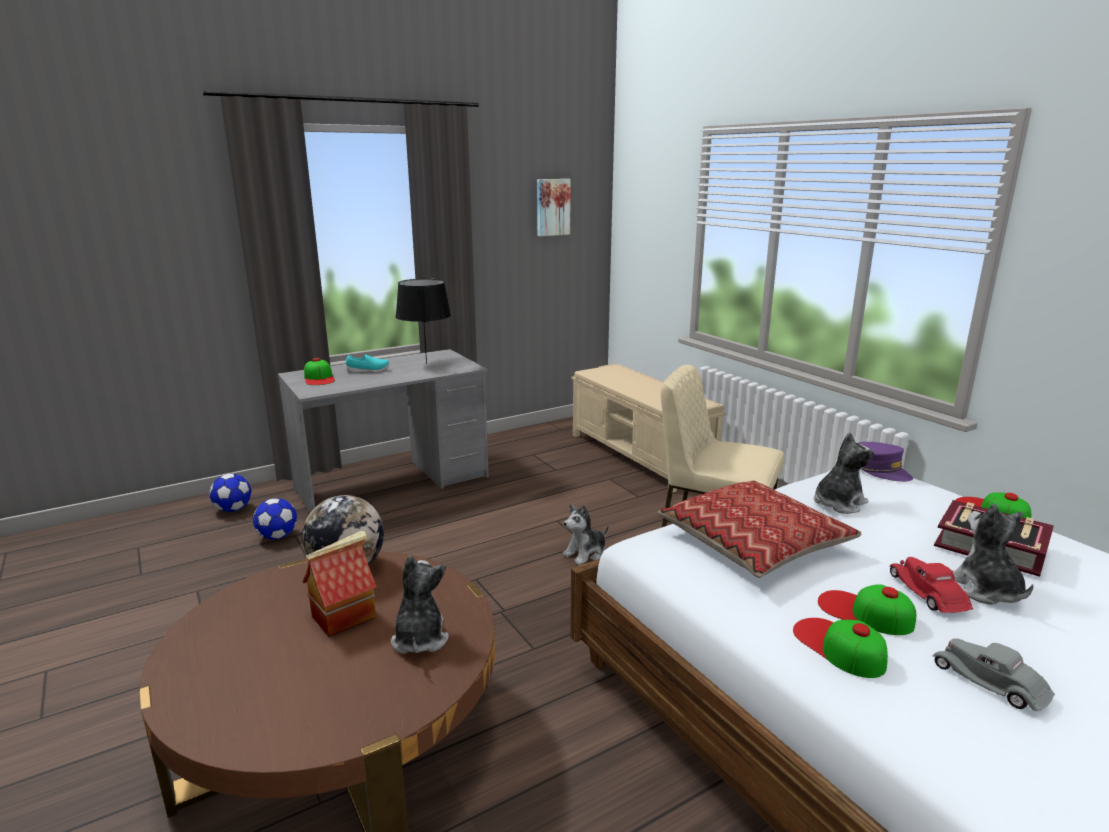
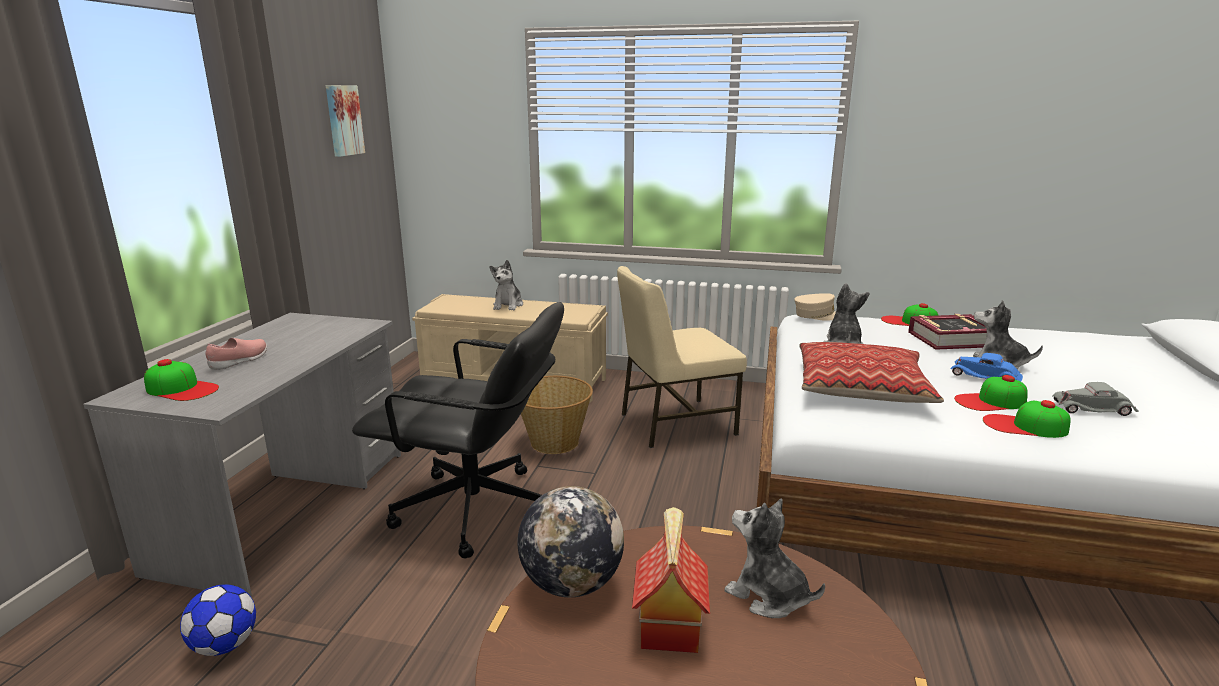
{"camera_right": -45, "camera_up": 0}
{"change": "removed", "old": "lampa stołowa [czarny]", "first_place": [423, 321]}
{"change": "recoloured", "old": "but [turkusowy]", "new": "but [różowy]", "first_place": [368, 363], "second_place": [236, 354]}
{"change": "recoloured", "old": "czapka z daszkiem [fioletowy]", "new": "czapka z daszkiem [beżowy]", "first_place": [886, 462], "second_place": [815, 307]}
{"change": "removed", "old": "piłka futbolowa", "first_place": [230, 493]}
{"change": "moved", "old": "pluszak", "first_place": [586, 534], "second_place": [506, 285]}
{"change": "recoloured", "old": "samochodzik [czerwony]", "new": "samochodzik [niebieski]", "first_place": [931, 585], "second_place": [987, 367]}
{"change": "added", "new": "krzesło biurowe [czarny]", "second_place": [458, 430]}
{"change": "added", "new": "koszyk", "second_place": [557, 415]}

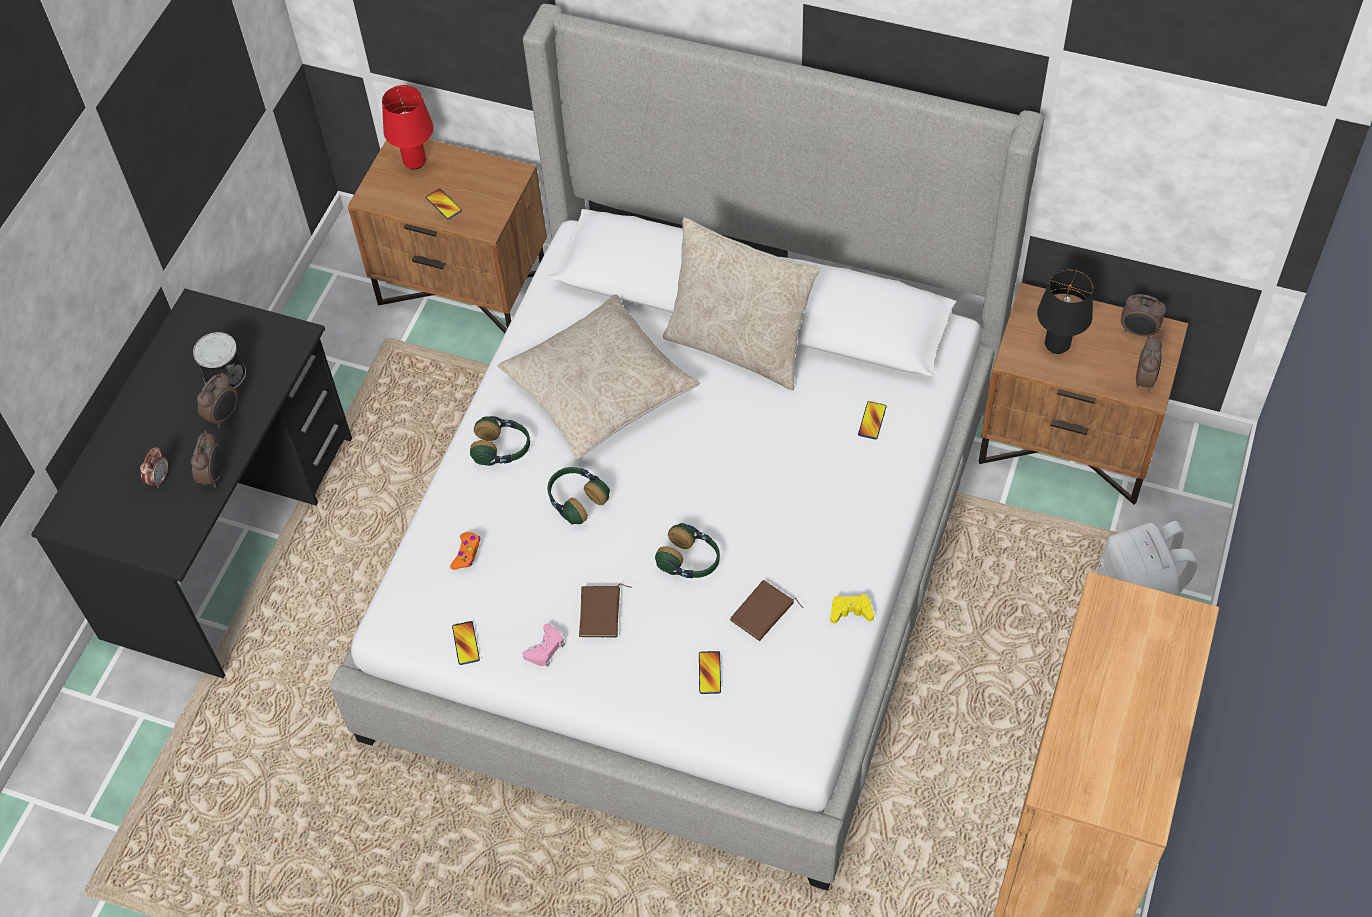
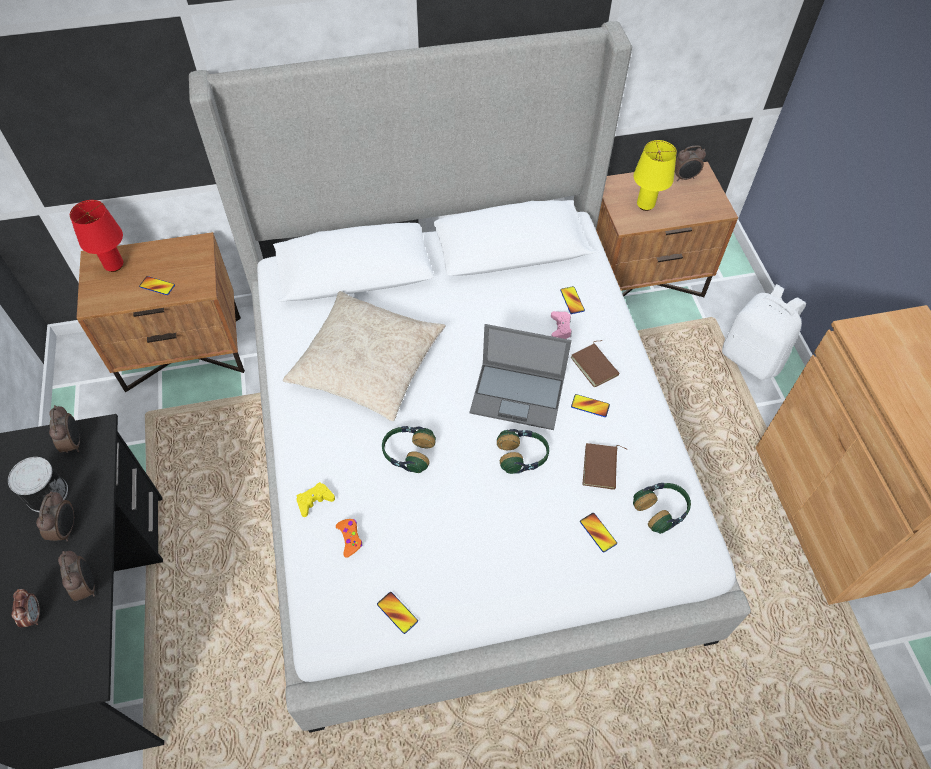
{"camera_right": -35, "camera_up": 0}
{"change": "removed", "old": "poduszka [beżowy]", "first_place": [741, 304]}
{"change": "recoloured", "old": "lampa stołowa [czarny]", "new": "lampa stołowa [żółty]", "first_place": [1065, 311], "second_place": [655, 175]}
{"change": "moved", "old": "budzik", "first_place": [1149, 364], "second_place": [64, 429]}
{"change": "moved", "old": "słuchawki", "first_place": [500, 441], "second_place": [662, 508]}
{"change": "moved", "old": "książka [brązowy]", "first_place": [605, 611], "second_place": [595, 363]}
{"change": "moved", "old": "pad do gier [żółty]", "first_place": [852, 608], "second_place": [315, 499]}
{"change": "moved", "old": "pad do gier [różowy]", "first_place": [543, 645], "second_place": [561, 325]}
{"change": "added", "new": "laptop", "second_place": [521, 377]}
{"change": "added", "new": "telefon", "second_place": [590, 405]}

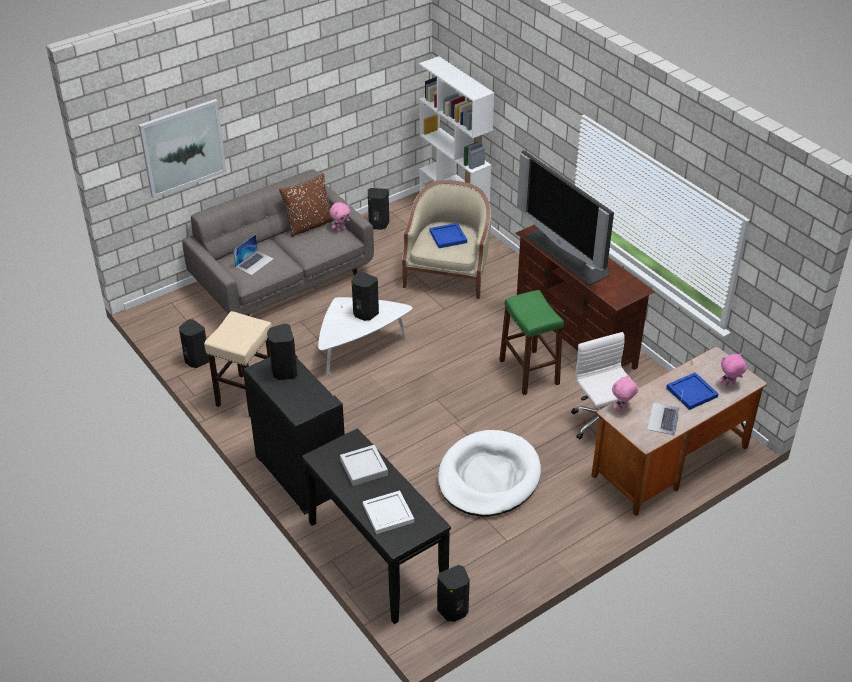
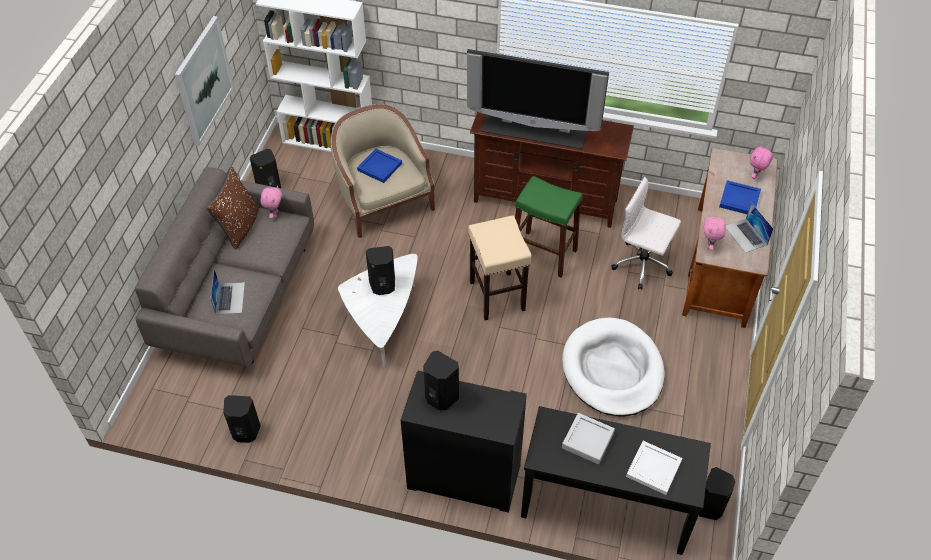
{"camera_right": -40, "camera_up": 10}
{"change": "moved", "old": "obraz", "first_place": [183, 149], "second_place": [204, 81]}
{"change": "moved", "old": "stołek [beżowy]", "first_place": [238, 364], "second_place": [500, 268]}

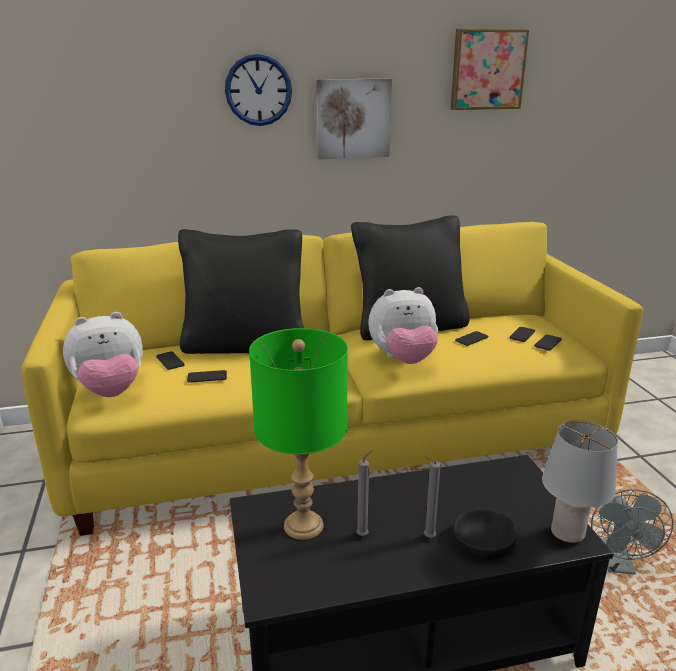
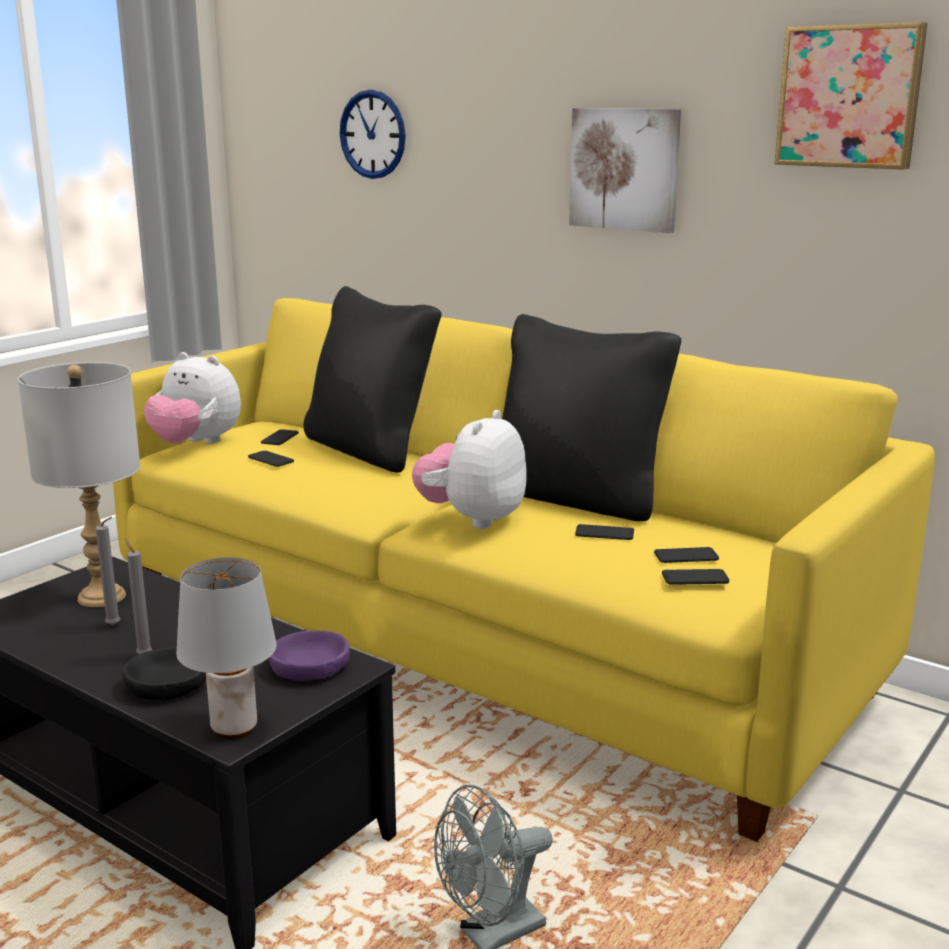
{"camera_right": 50, "camera_up": -5}
{"change": "moved", "old": "zegar ścienny", "first_place": [258, 90], "second_place": [373, 134]}
{"change": "turned", "old": "pluszak", "first_place": [403, 325], "second_place": [469, 469], "degrees": 75}
{"change": "recoloured", "old": "lampa stołowa [zielony]", "new": "lampa stołowa [szary]", "first_place": [298, 434], "second_place": [79, 484]}
{"change": "added", "new": "miska [fioletowy]", "second_place": [309, 655]}

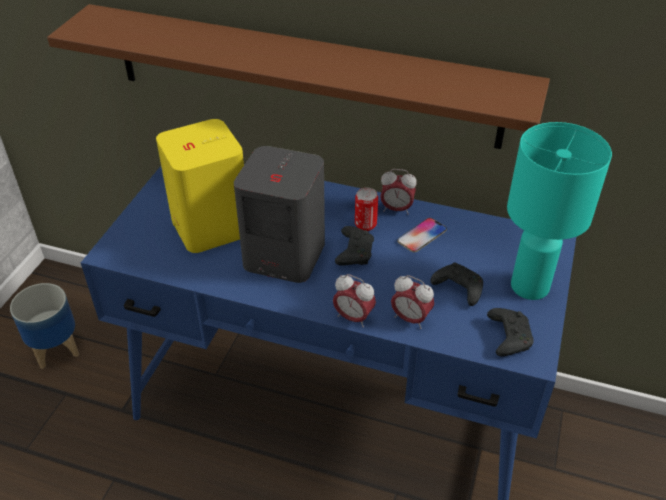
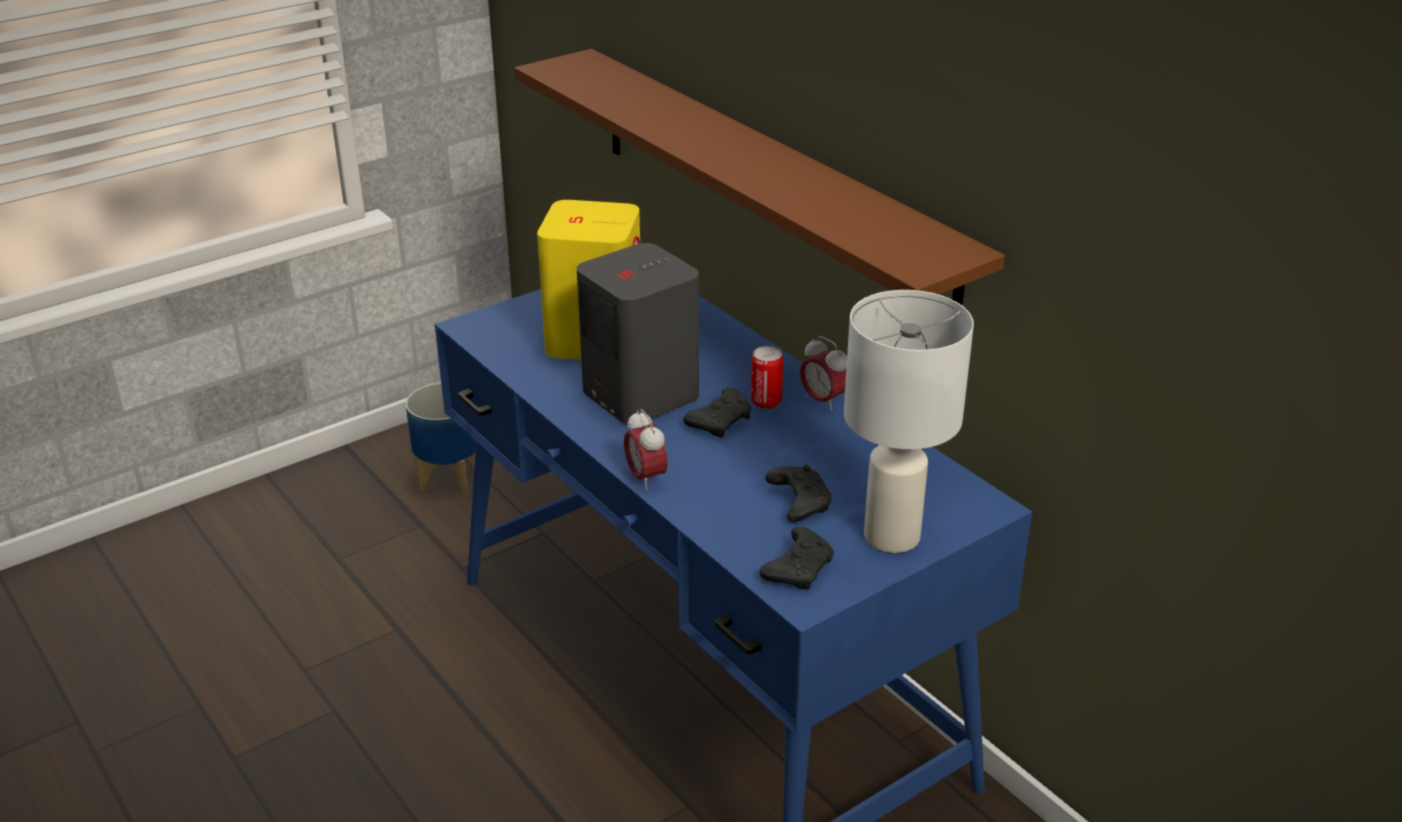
{"camera_right": 35, "camera_up": -10}
{"change": "recoloured", "old": "lampa stołowa [turkusowy]", "new": "lampa stołowa [biały]", "first_place": [559, 211], "second_place": [909, 421]}
{"change": "removed", "old": "telefon", "first_place": [422, 235]}
{"change": "removed", "old": "budzik", "first_place": [412, 302]}

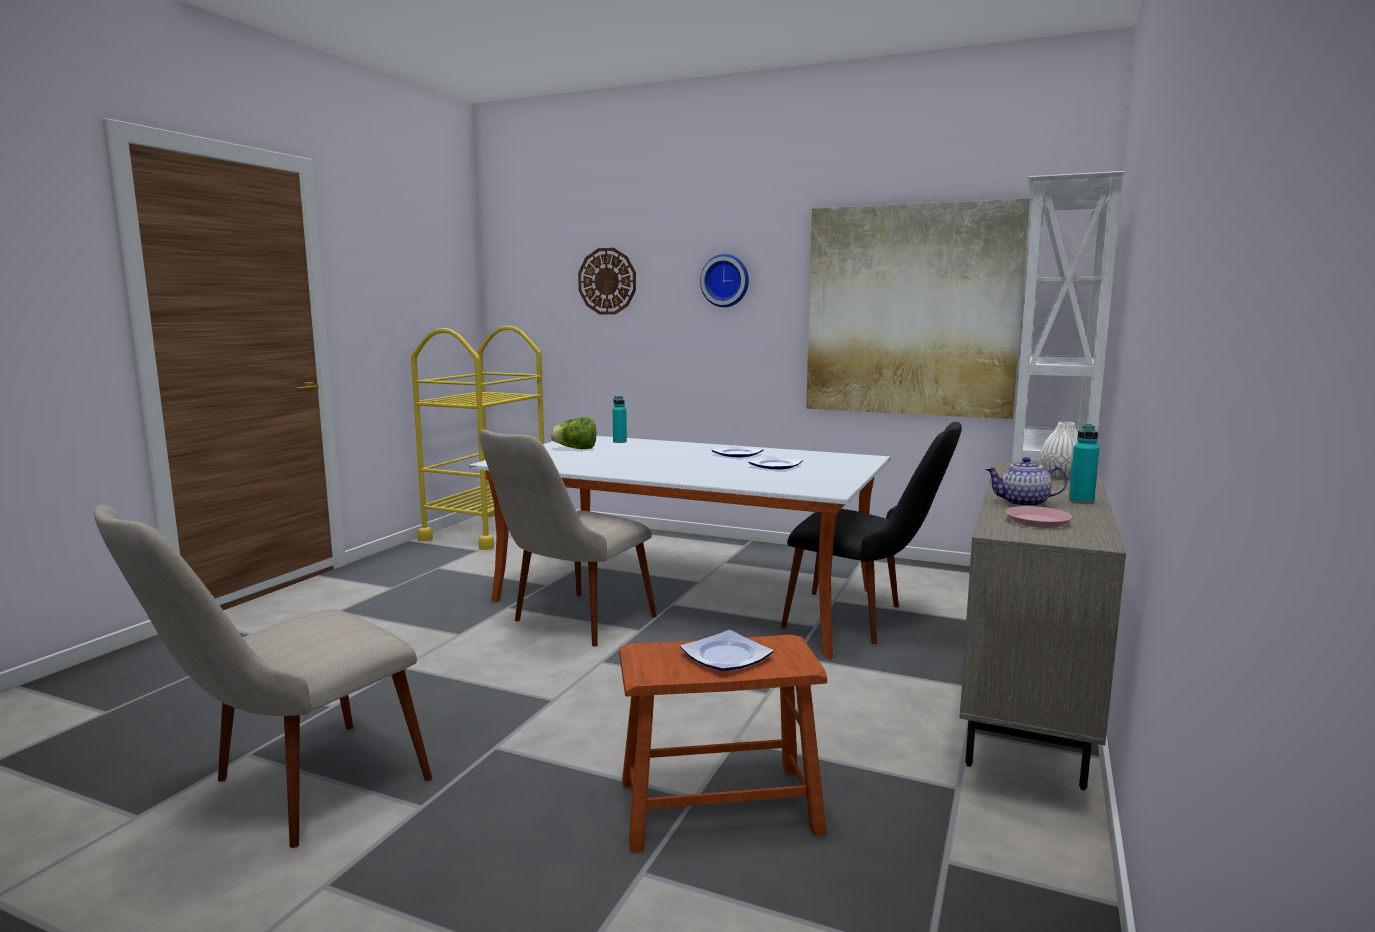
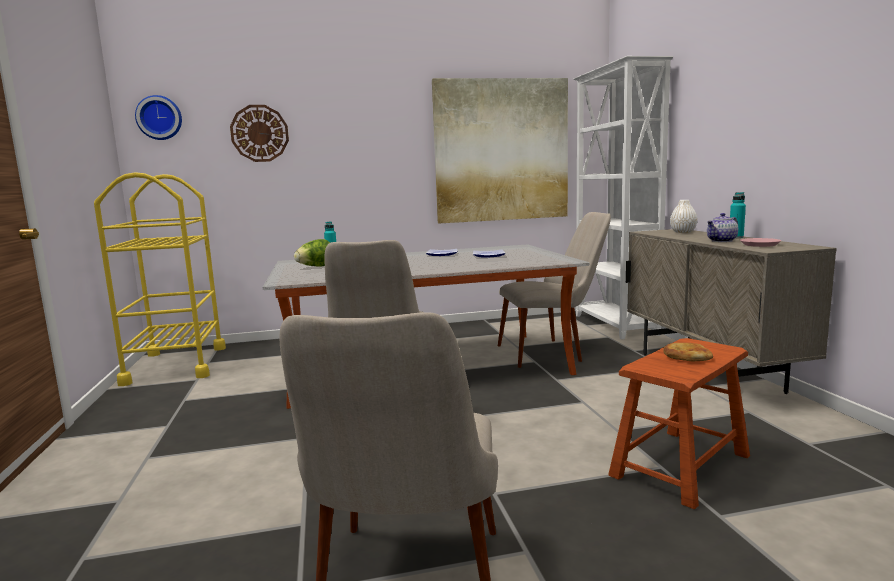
{"camera_right": -35, "camera_up": 0}
{"change": "moved", "old": "zegar ścienny", "first_place": [724, 280], "second_place": [158, 117]}
{"change": "recoloured", "old": "krzesło [czarny]", "new": "krzesło [beżowy]", "first_place": [871, 533], "second_place": [554, 290]}
{"change": "replaced", "old": "talerz", "new": "chleb", "first_place": [726, 650], "second_place": [688, 352]}

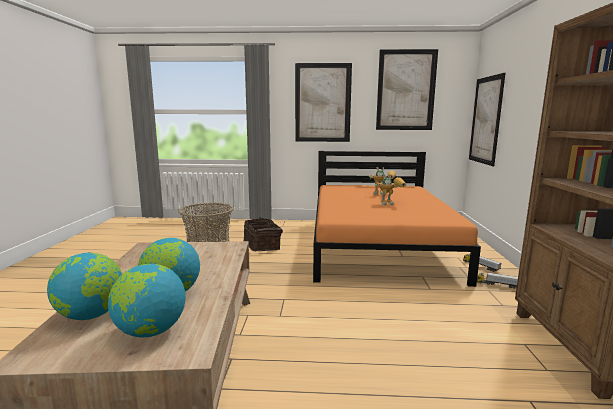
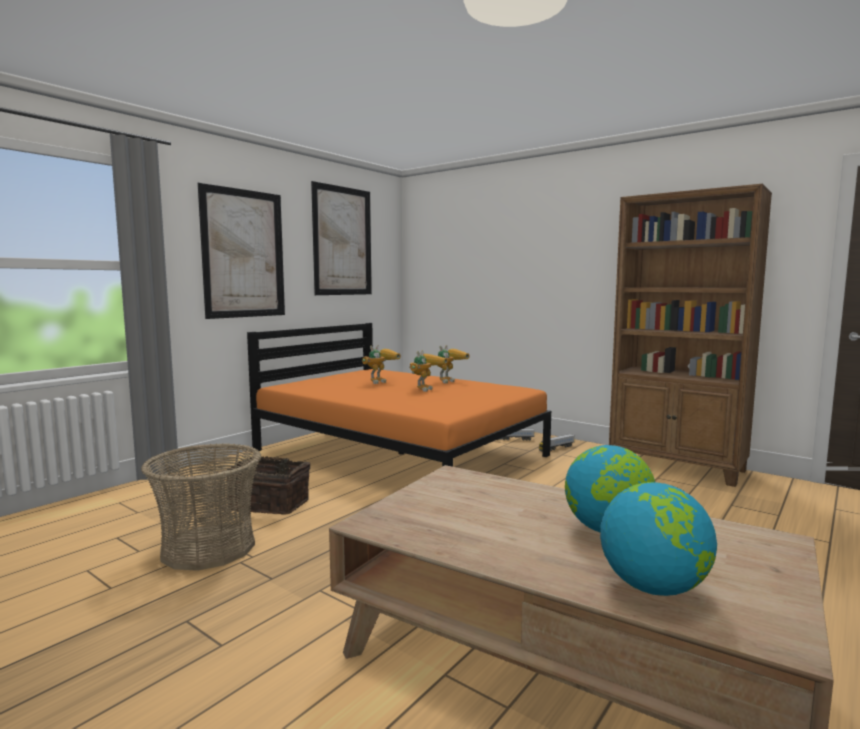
{"camera_right": -55, "camera_up": -5}
{"change": "removed", "old": "obraz", "first_place": [487, 119]}
{"change": "removed", "old": "globus", "first_place": [147, 300]}
{"change": "added", "new": "robot zabawkowy", "second_place": [453, 364]}

